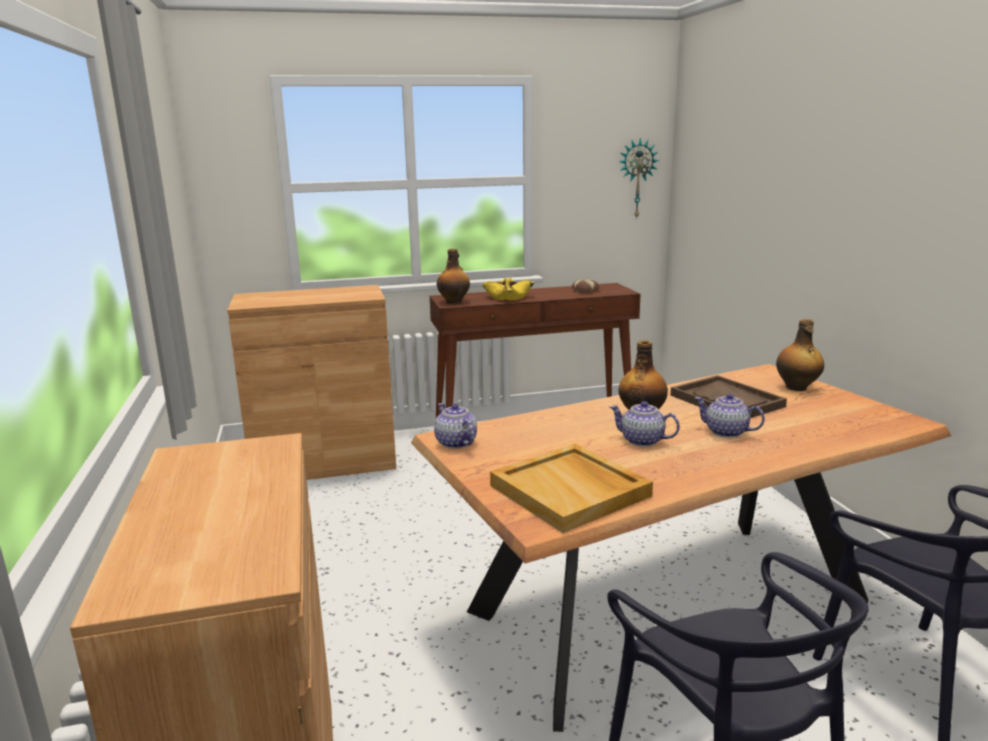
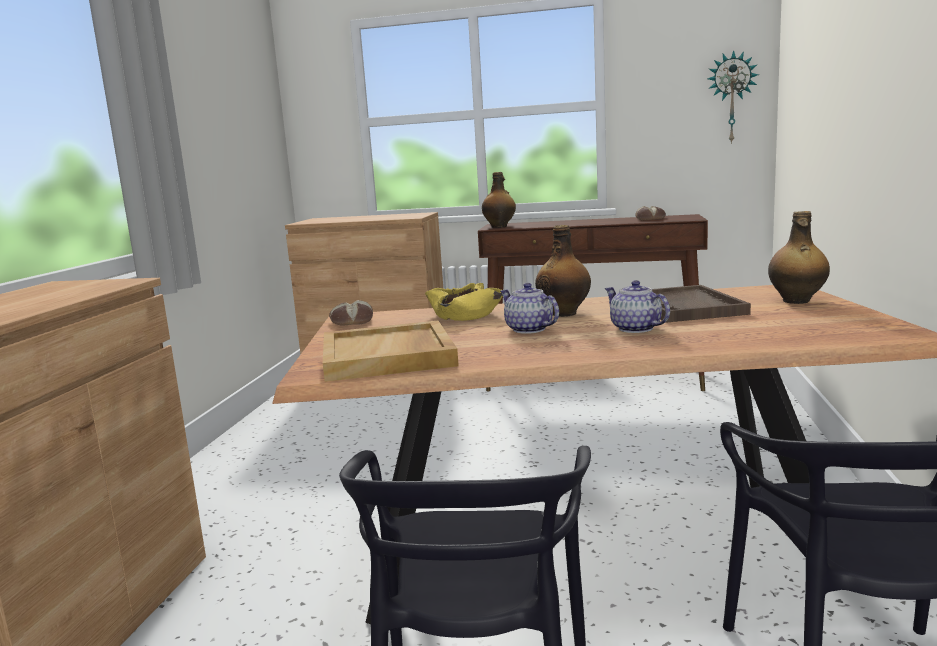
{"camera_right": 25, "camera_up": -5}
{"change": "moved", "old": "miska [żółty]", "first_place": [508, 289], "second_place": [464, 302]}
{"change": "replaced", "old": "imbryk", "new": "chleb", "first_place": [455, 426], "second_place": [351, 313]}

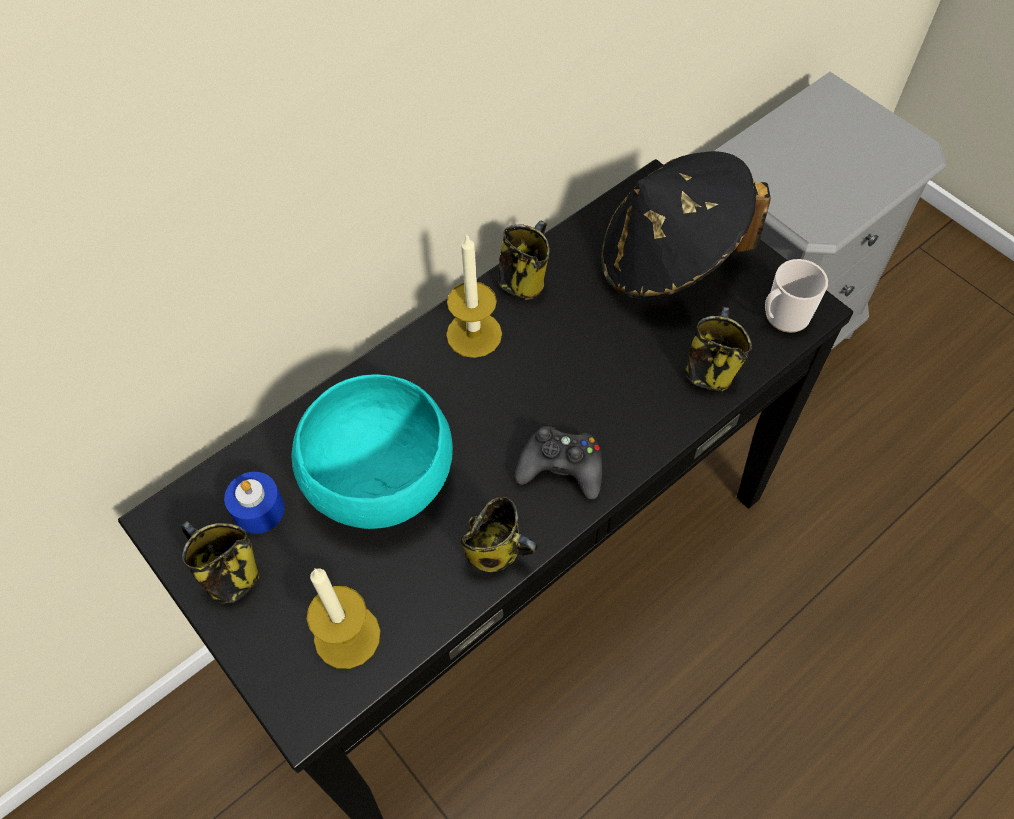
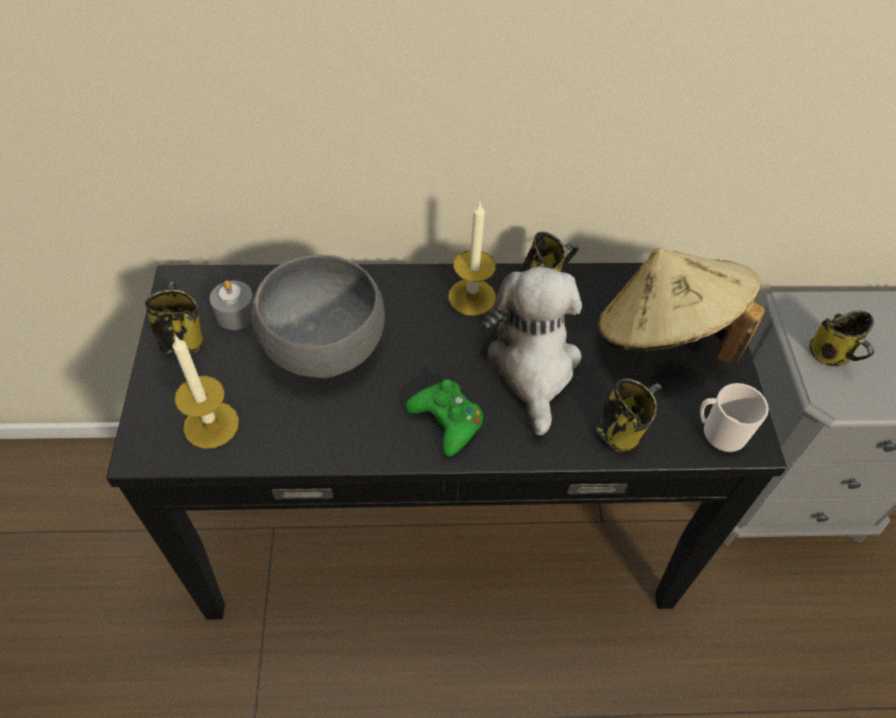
{"camera_right": 35, "camera_up": -5}
{"change": "recoloured", "old": "kapelusz [czarny]", "new": "kapelusz [beżowy]", "first_place": [686, 225], "second_place": [681, 306]}
{"change": "recoloured", "old": "miska [turkusowy]", "new": "miska [szary]", "first_place": [372, 451], "second_place": [318, 316]}
{"change": "recoloured", "old": "pad do gier [czarny]", "new": "pad do gier [zielony]", "first_place": [558, 462], "second_place": [444, 418]}
{"change": "recoloured", "old": "świeca [niebieski]", "new": "świeca [szary]", "first_place": [254, 503], "second_place": [232, 305]}
{"change": "moved", "old": "kubek", "first_place": [499, 534], "second_place": [841, 338]}
{"change": "added", "new": "pluszak", "second_place": [532, 351]}

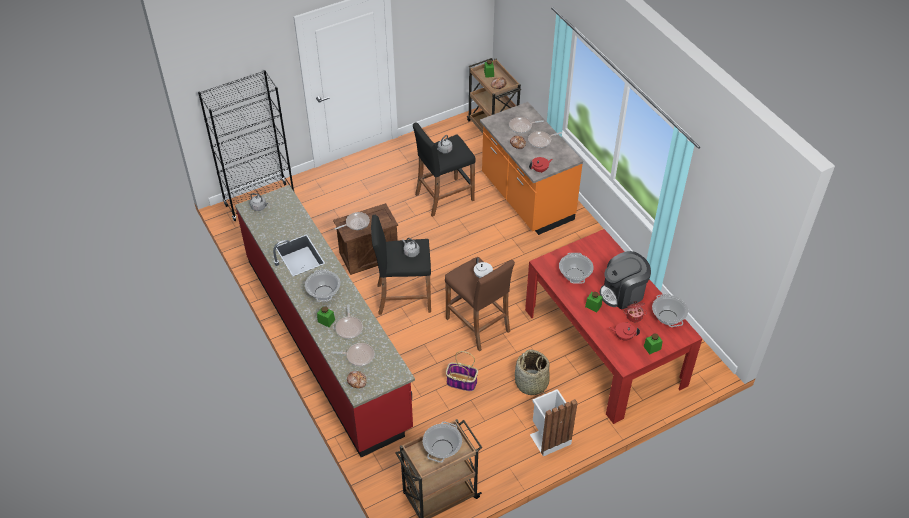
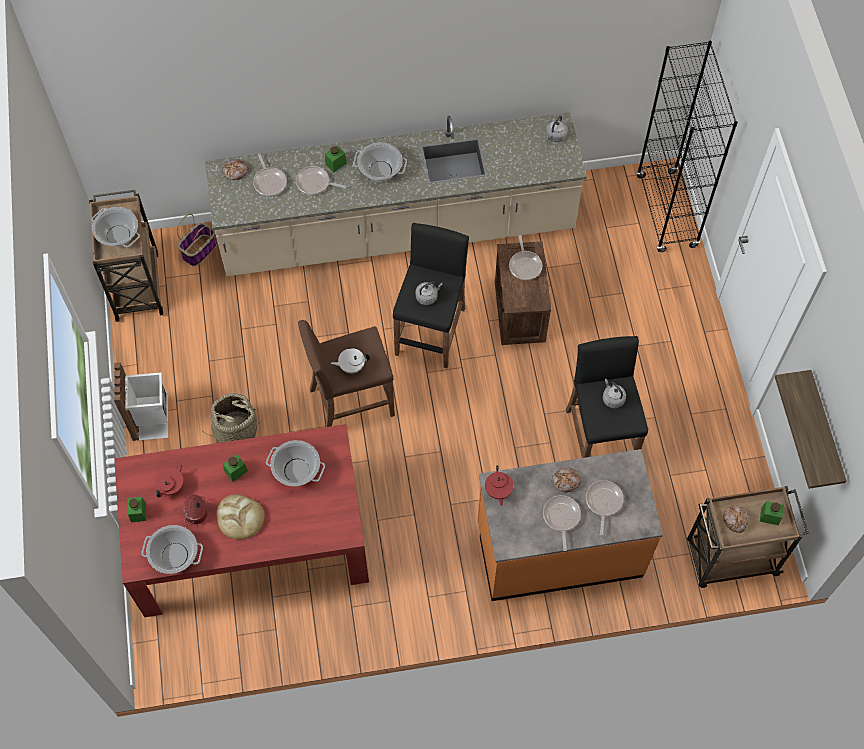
{"camera_right": 110, "camera_up": 15}
{"change": "recoloured", "old": "zabudowa kuchenna [czerwony]", "new": "zabudowa kuchenna [beżowy]", "first_place": [325, 321], "second_place": [396, 194]}
{"change": "replaced", "old": "ekspres do kawy", "new": "chleb", "first_place": [625, 280], "second_place": [240, 517]}
{"change": "turned", "old": "patelnia", "first_place": [352, 354], "second_place": [270, 175], "degrees": -45}
{"change": "moved", "old": "koszyk", "first_place": [462, 371], "second_place": [197, 240]}
{"change": "added", "new": "półka", "second_place": [811, 429]}

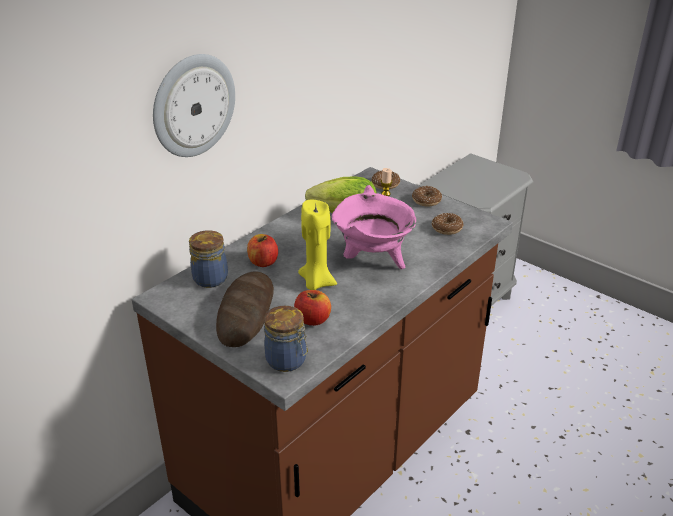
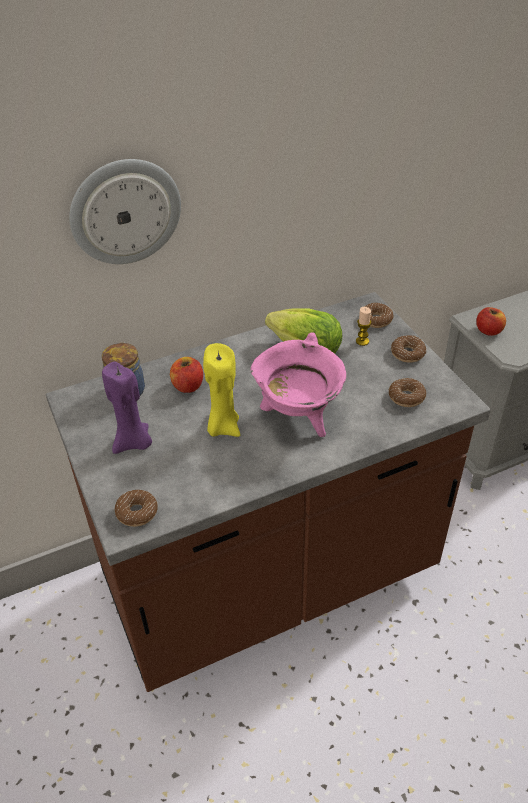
{"camera_right": 25, "camera_up": 10}
{"change": "replaced", "old": "chleb", "new": "świeca [fioletowy]", "first_place": [245, 309], "second_place": [127, 408]}
{"change": "moved", "old": "jabłko", "first_place": [312, 308], "second_place": [491, 321]}
{"change": "replaced", "old": "słoik", "new": "donut", "first_place": [286, 339], "second_place": [136, 508]}

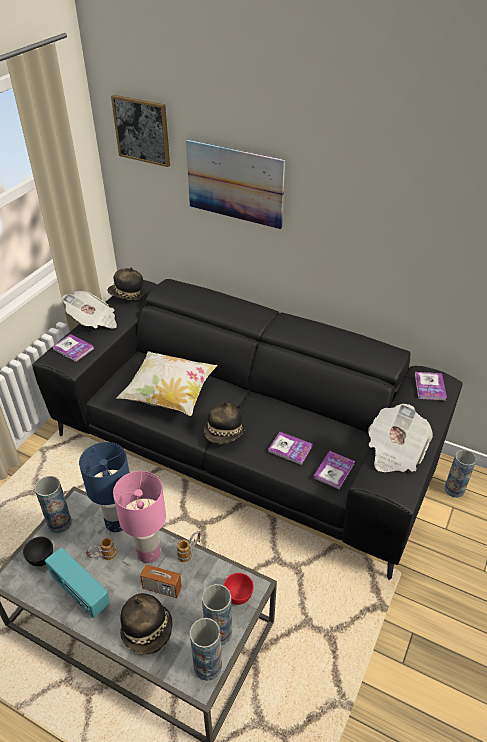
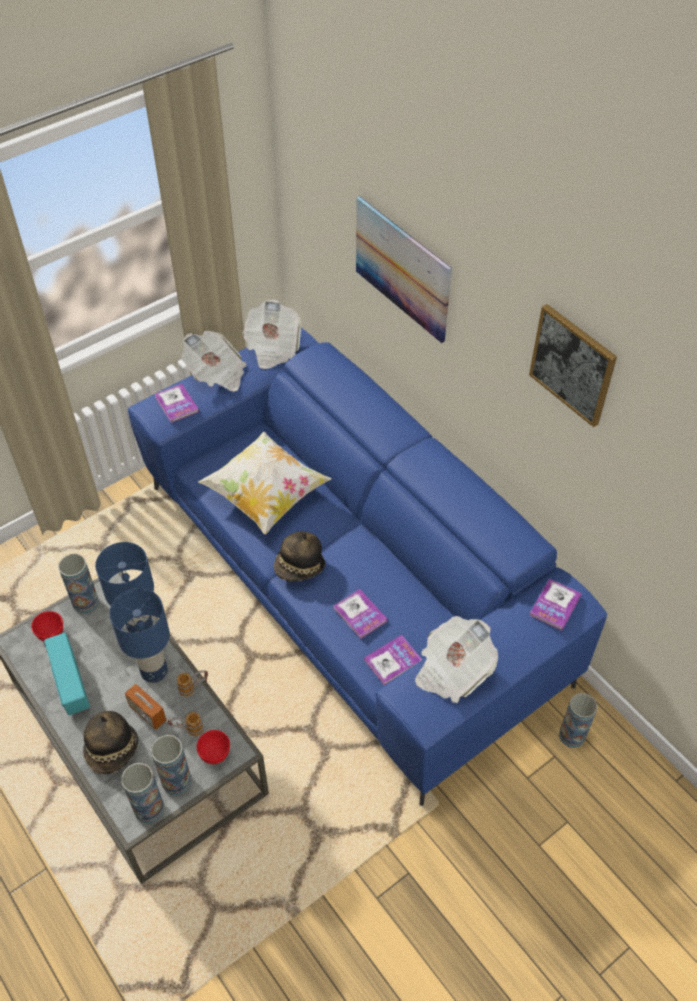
{"camera_right": 25, "camera_up": 10}
{"change": "moved", "old": "obraz", "first_place": [140, 131], "second_place": [573, 365]}
{"change": "replaced", "old": "kapelusz", "new": "gazeta", "first_place": [126, 283], "second_place": [272, 334]}
{"change": "recoloured", "old": "kanapa [czarny]", "new": "kanapa [niebieski]", "first_place": [247, 429], "second_place": [367, 567]}
{"change": "recoloured", "old": "lampa stołowa [różowy]", "new": "lampa stołowa [niebieski]", "first_place": [139, 517], "second_place": [139, 635]}
{"change": "recoloured", "old": "miska [czarny]", "new": "miska [czerwony]", "first_place": [38, 551], "second_place": [47, 626]}
{"change": "moved", "old": "kubek", "first_place": [101, 549], "second_place": [186, 724]}

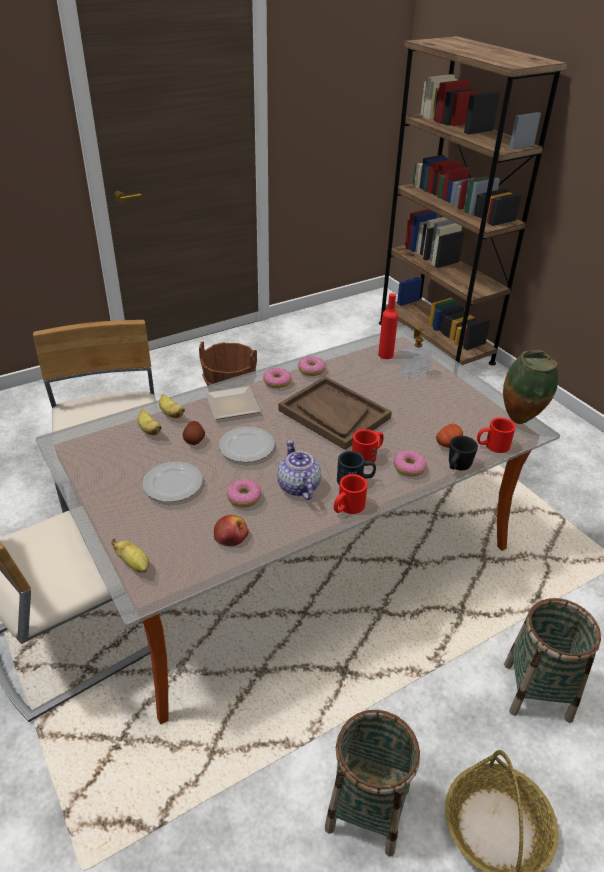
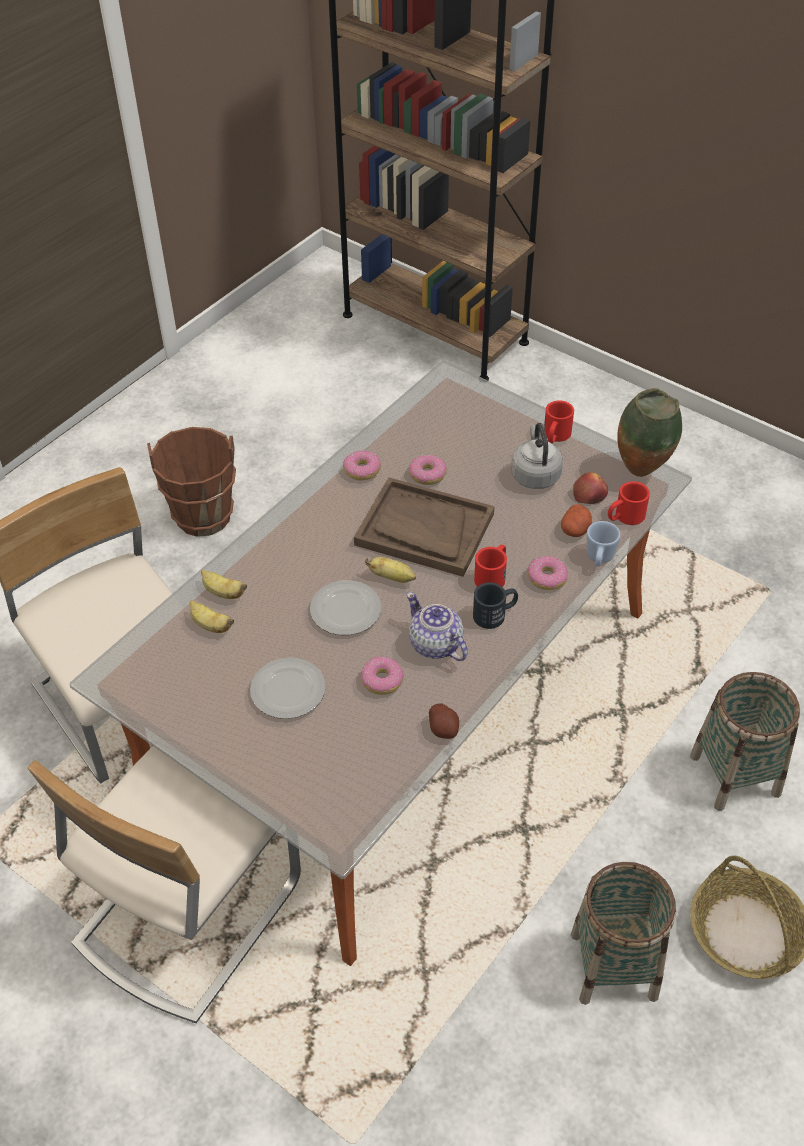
{"camera_right": -20, "camera_up": 10}
{"change": "removed", "old": "butelka [czerwony]", "first_place": [388, 326]}
{"change": "removed", "old": "dozownik mydła", "first_place": [416, 353]}
{"change": "moved", "old": "donut", "first_place": [277, 378], "second_place": [428, 470]}
{"change": "removed", "old": "talerz", "first_place": [233, 403]}
{"change": "moved", "old": "ziemniak", "first_place": [194, 433], "second_place": [444, 721]}
{"change": "recoloured", "old": "kubek [czarny]", "new": "kubek [niebieski]", "first_place": [463, 453], "second_place": [603, 543]}
{"change": "moved", "old": "kubek [czerwony]", "first_place": [350, 494], "second_place": [559, 422]}
{"change": "moved", "old": "jabłko", "first_place": [231, 530], "second_place": [590, 488]}
{"change": "moved", "old": "banan", "first_place": [130, 555], "second_place": [390, 570]}
{"change": "added", "new": "czajnik [szary]", "second_place": [537, 456]}

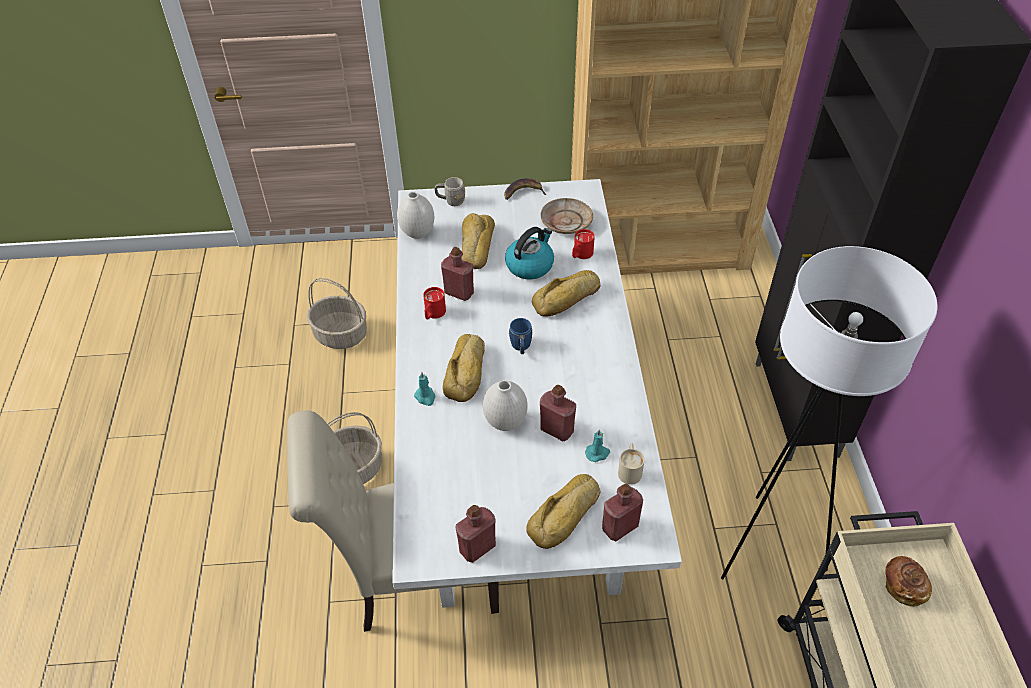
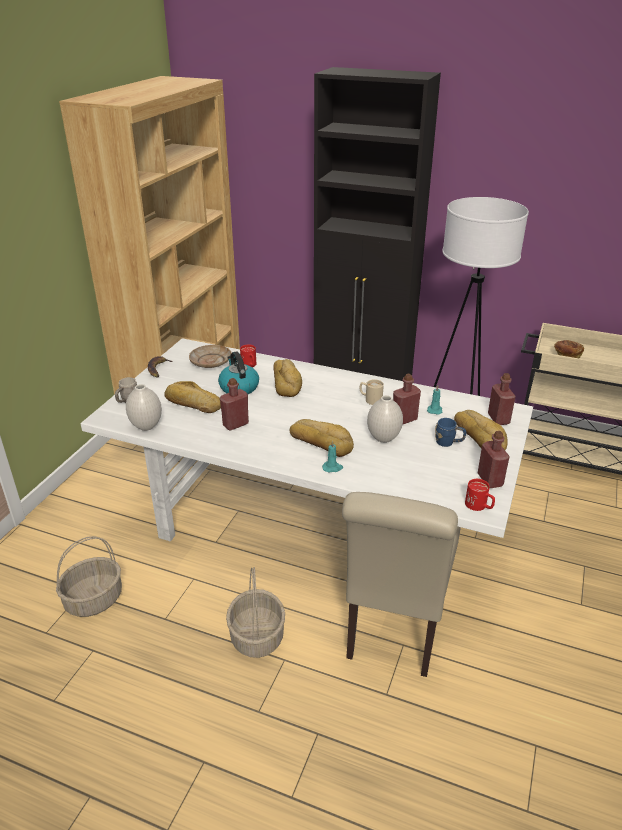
{"camera_right": -65, "camera_up": -15}
{"change": "moved", "old": "kubek [czerwony]", "first_place": [434, 303], "second_place": [480, 495]}
{"change": "moved", "old": "kubek [niebieski]", "first_place": [521, 336], "second_place": [450, 432]}
{"change": "moved", "old": "kubek [beżowy]", "first_place": [631, 464], "second_place": [372, 392]}

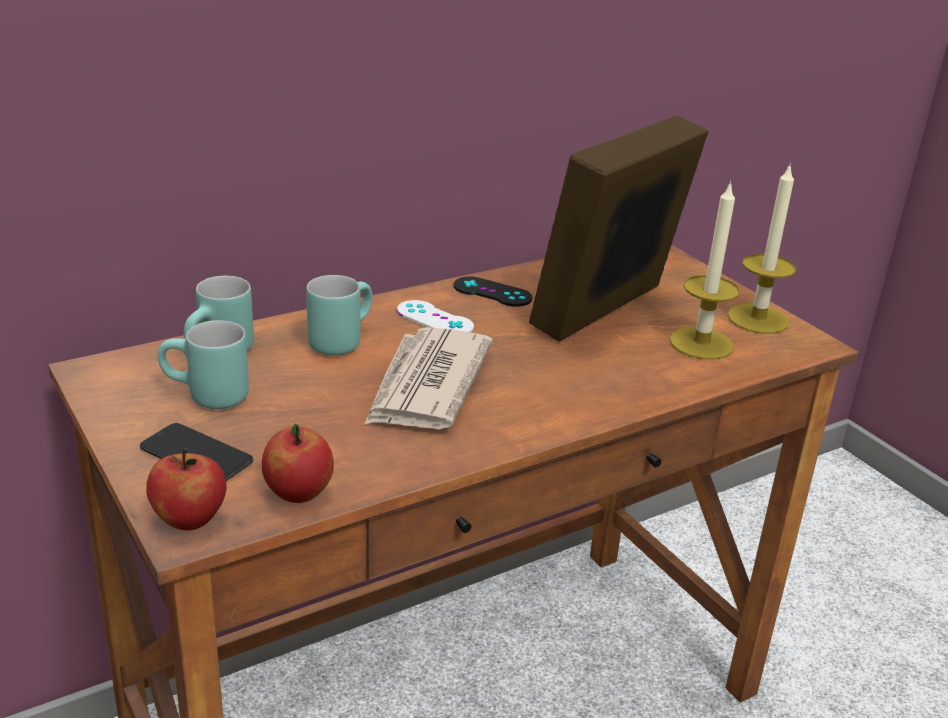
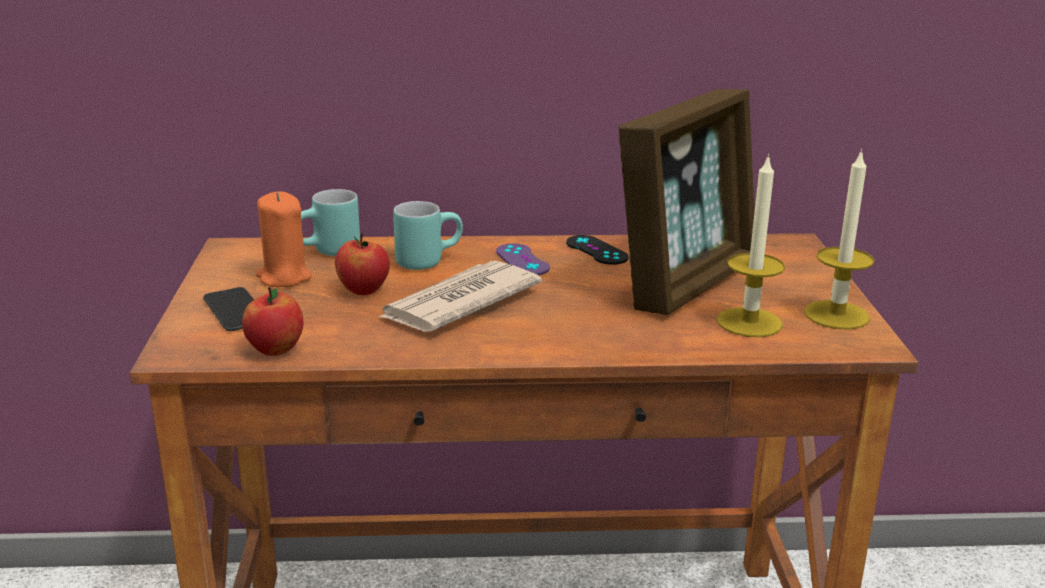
{"camera_right": 30, "camera_up": -5}
{"change": "turned", "old": "ramka na zdjęcie", "first_place": [618, 229], "second_place": [686, 202], "degrees": 150}
{"change": "recoloured", "old": "pad do gier [biały]", "new": "pad do gier [fioletowy]", "first_place": [435, 316], "second_place": [523, 259]}
{"change": "replaced", "old": "kubek [turkusowy]", "new": "świeca [pomarańczowy]", "first_place": [203, 364], "second_place": [284, 239]}
{"change": "moved", "old": "jabłko", "first_place": [186, 489], "second_place": [362, 264]}

